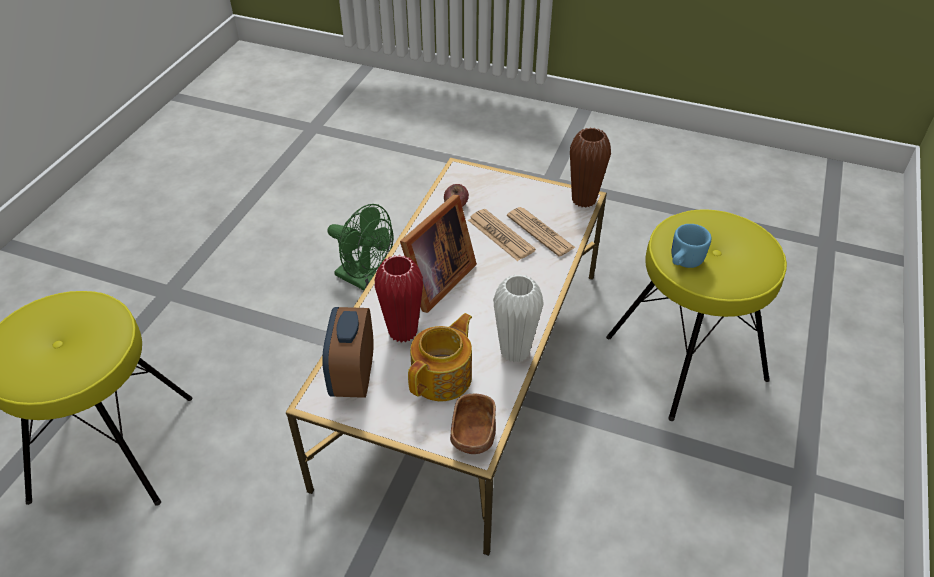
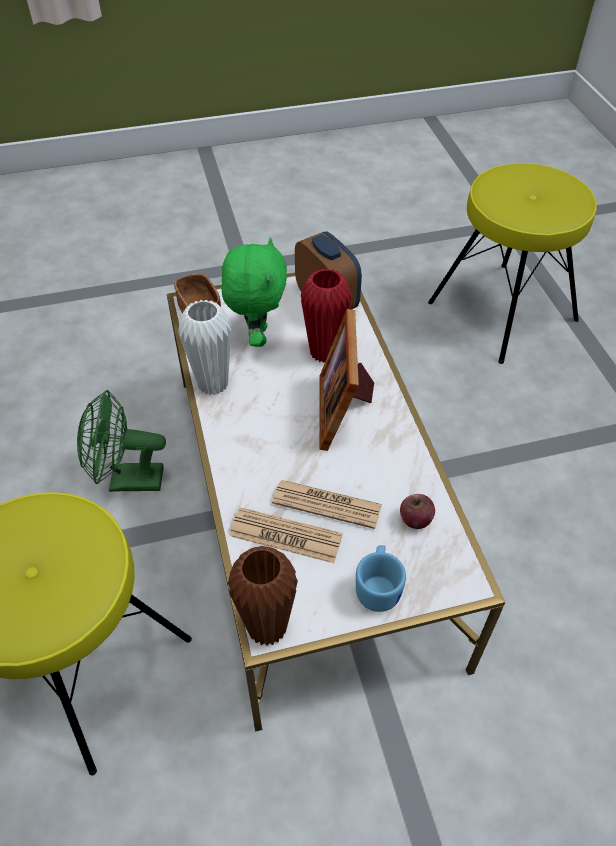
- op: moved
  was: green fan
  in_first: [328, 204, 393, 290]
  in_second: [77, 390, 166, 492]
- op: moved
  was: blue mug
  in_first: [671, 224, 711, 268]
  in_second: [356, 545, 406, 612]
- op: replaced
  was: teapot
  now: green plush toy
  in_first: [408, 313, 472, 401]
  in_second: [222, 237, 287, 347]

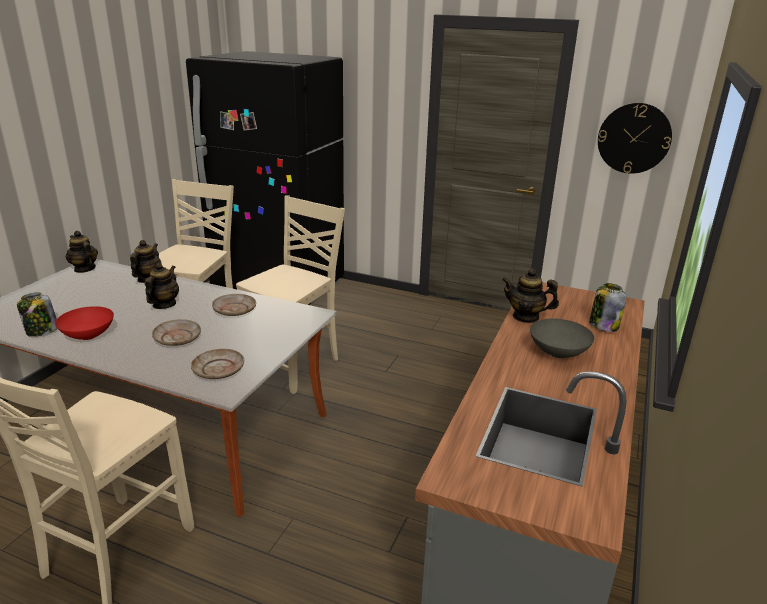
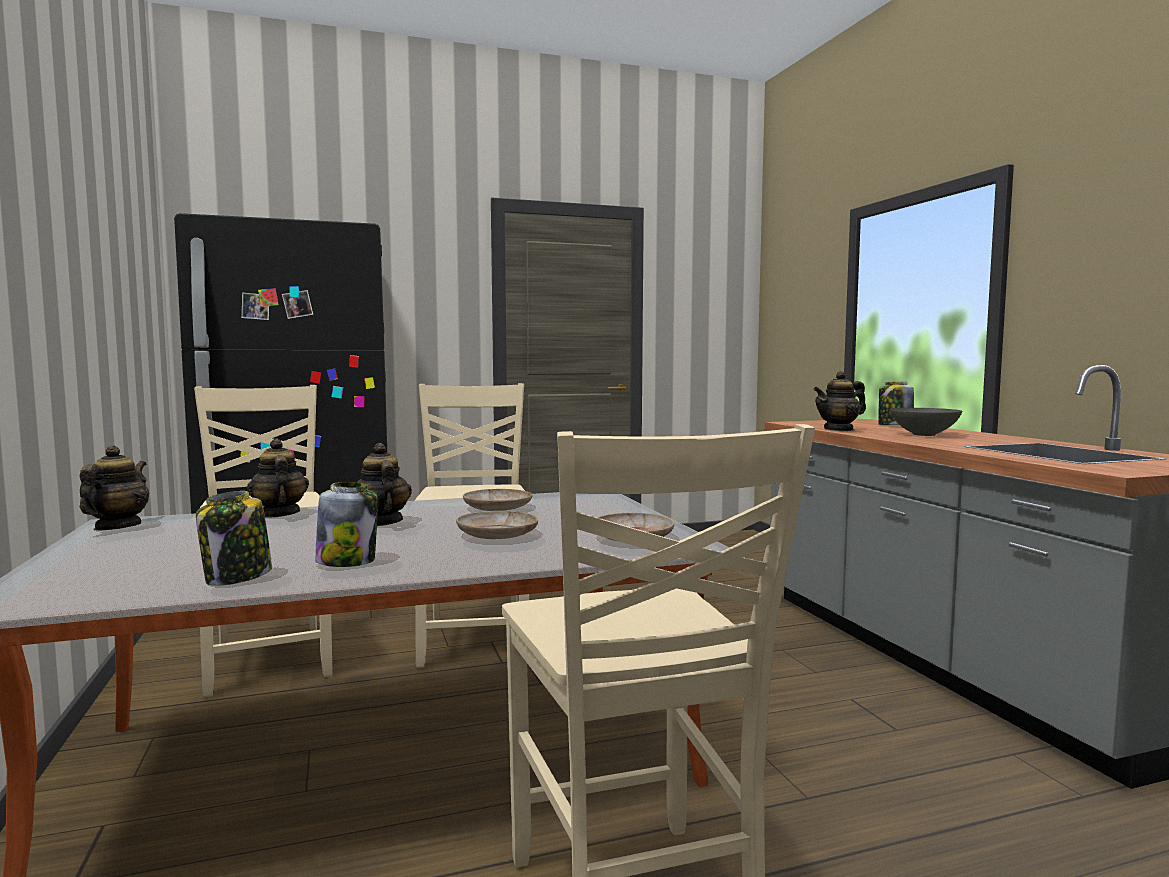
- op: removed
  was: wall clock
  in_first: [598, 103, 672, 174]
- op: turned
  was: teapot
  in_first: [66, 231, 98, 273]
  in_second: [80, 445, 149, 531]
  clockwise: 90
- op: replaced
  was: red bowl
  now: jar
  in_first: [55, 306, 114, 340]
  in_second: [315, 482, 378, 567]

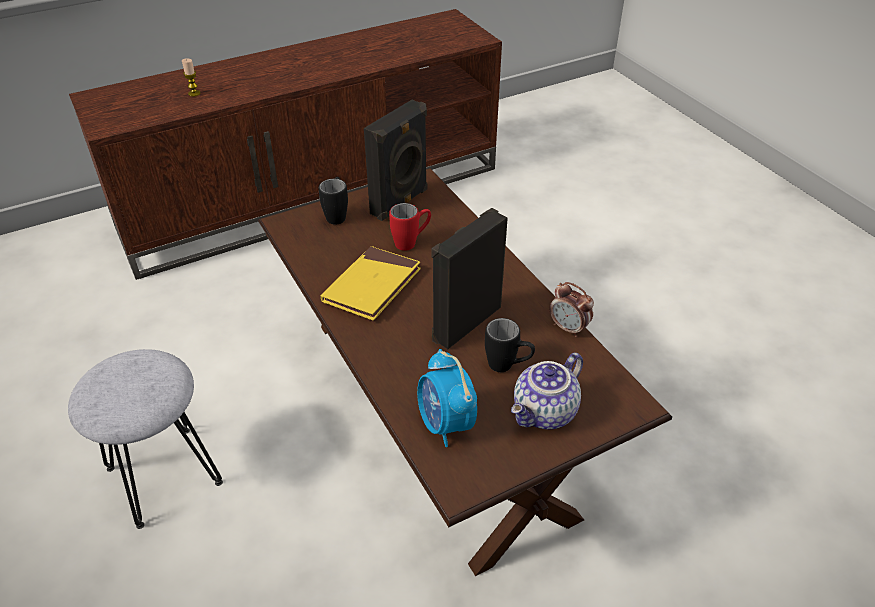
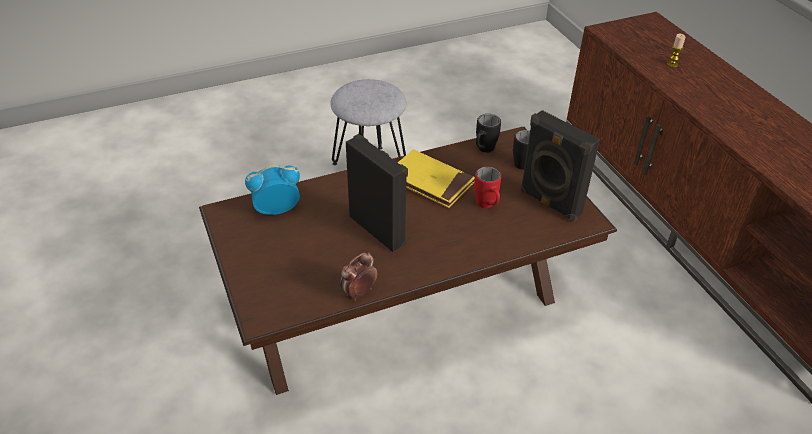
- op: moved
  was: black mug
  in_first: [485, 318, 535, 372]
  in_second: [476, 114, 501, 153]
- op: removed
  was: teapot
  in_first: [511, 353, 583, 429]

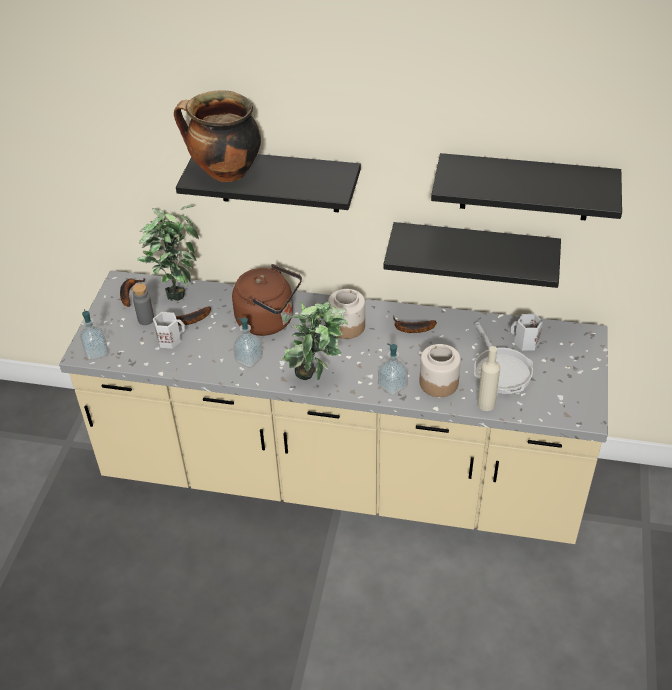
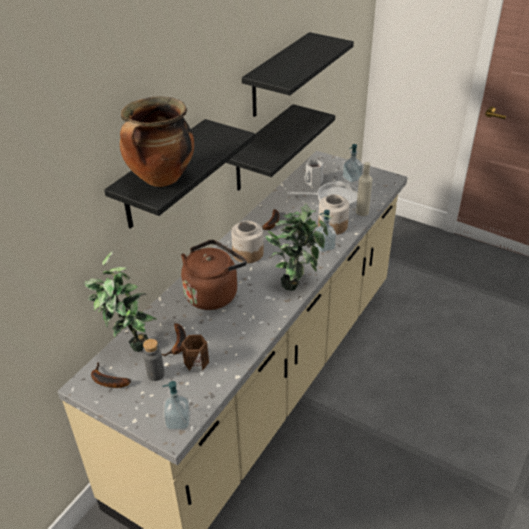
- op: recoloured
  was: white mug
  now: brown mug
  in_first: [153, 312, 185, 349]
  in_second: [181, 335, 209, 371]
- op: moved
  was: soap dispenser
  in_first: [233, 318, 263, 368]
  in_second: [342, 144, 363, 183]

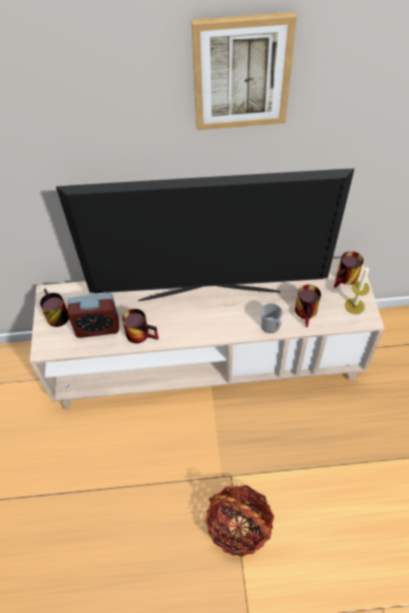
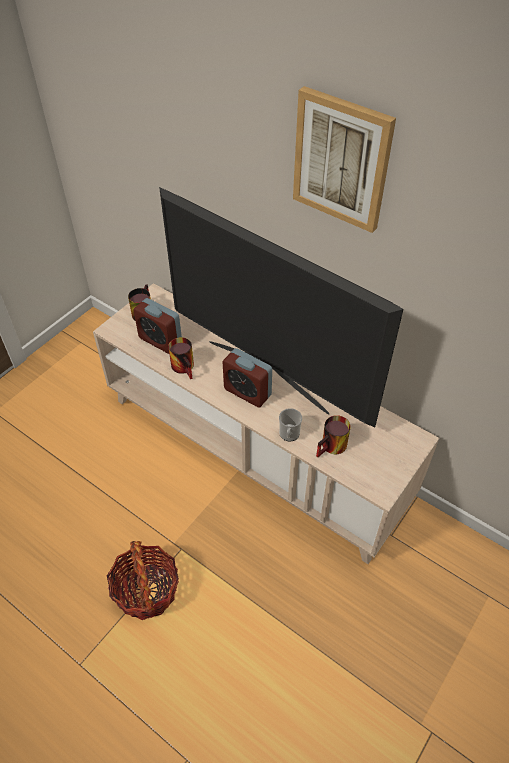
- op: removed
  was: mug
  in_first: [334, 251, 364, 288]
- op: removed
  was: candle
  in_first: [345, 266, 369, 314]
- op: added
  now: alarm clock
  in_second: [223, 348, 272, 408]

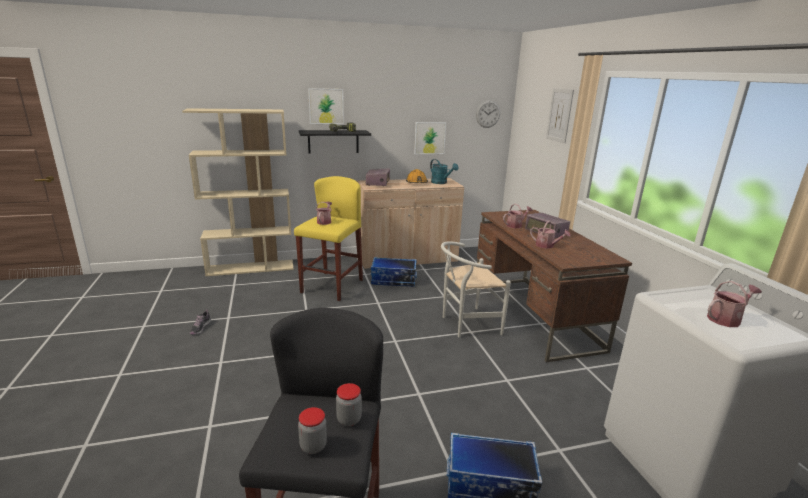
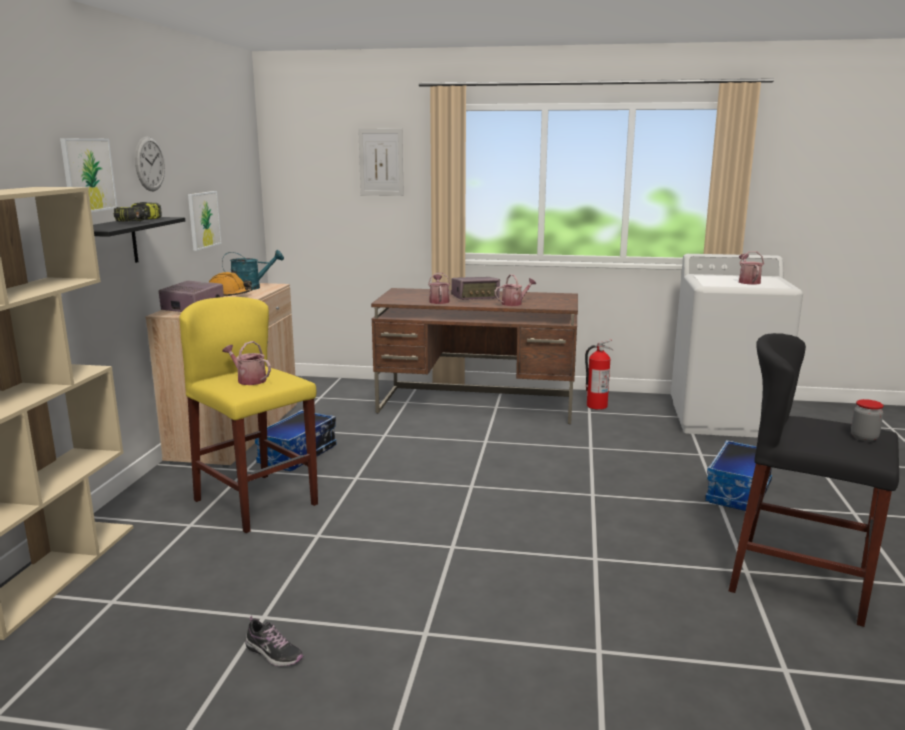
- op: moved
  was: wall clock
  in_first: [476, 100, 500, 128]
  in_second: [135, 136, 165, 191]
- op: removed
  was: white chair
  in_first: [441, 241, 511, 338]
- op: removed
  was: jar
  in_first: [336, 383, 362, 426]
- op: added
  now: fire extinguisher
  in_second: [585, 339, 614, 410]

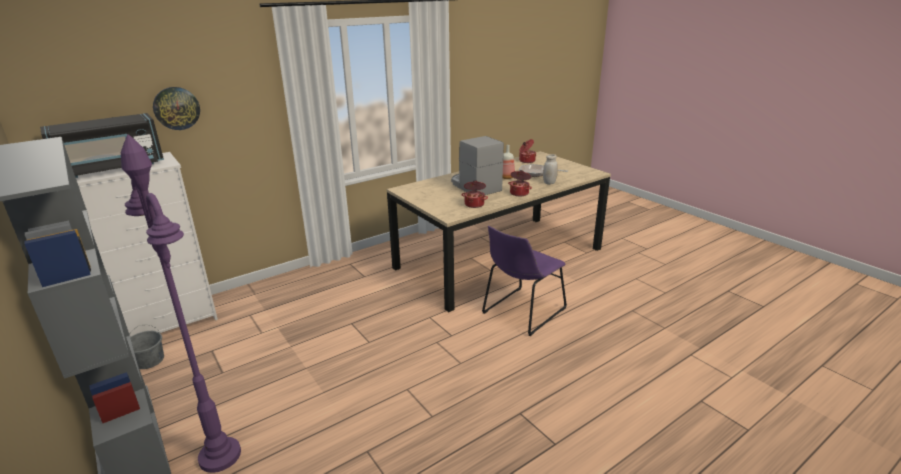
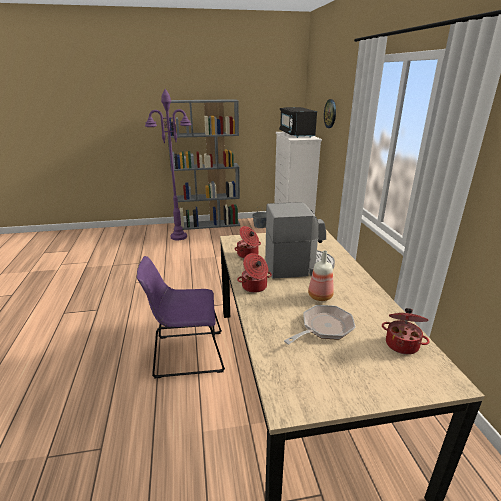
- op: removed
  was: white jar
  in_first: [543, 154, 558, 185]
- op: turned
  was: purple chair
  in_first: [482, 226, 567, 336]
  in_second: [137, 256, 225, 379]
  clockwise: -75

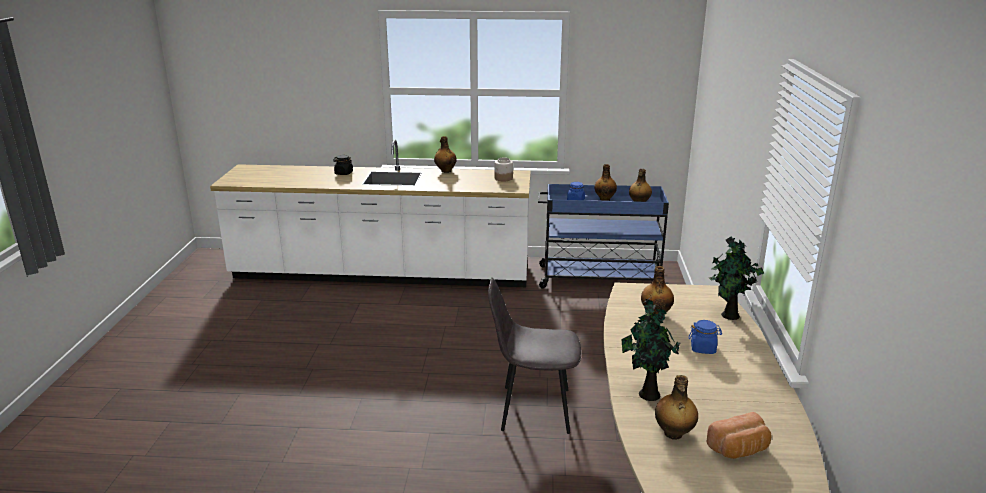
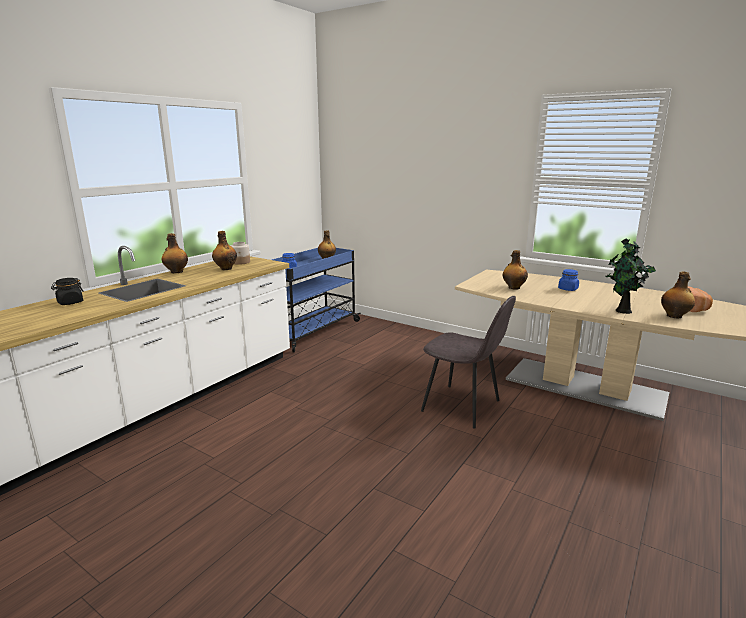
- op: moved
  was: bottle
  in_first: [594, 164, 617, 201]
  in_second: [212, 231, 237, 270]
- op: removed
  was: potted plant
  in_first: [709, 236, 764, 320]
- op: turned
  was: grey chair
  in_first: [488, 278, 581, 434]
  in_second: [421, 296, 516, 429]
  clockwise: -90

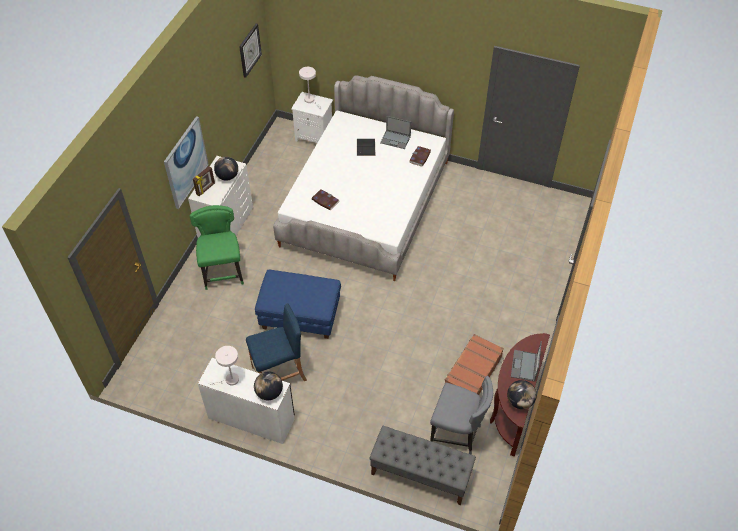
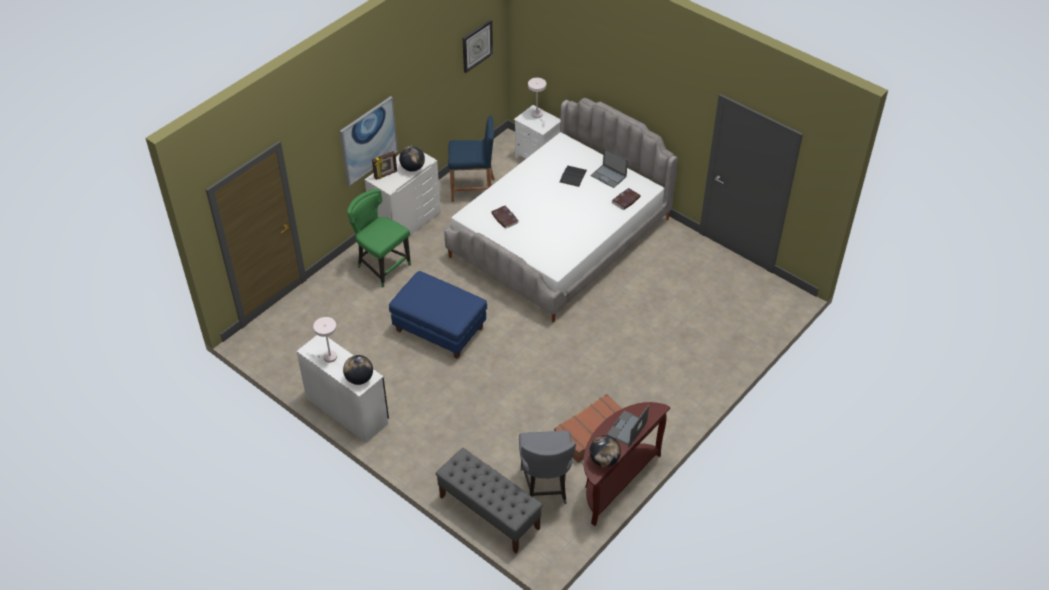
- op: turned
  was: green chair
  in_first: [190, 205, 244, 290]
  in_second: [347, 189, 411, 287]
  clockwise: -60
- op: moved
  was: blue stool
  in_first: [246, 303, 307, 381]
  in_second: [448, 115, 495, 202]
- op: turned
  was: grey chair
  in_first: [430, 376, 493, 454]
  in_second: [519, 431, 576, 504]
  clockwise: 45

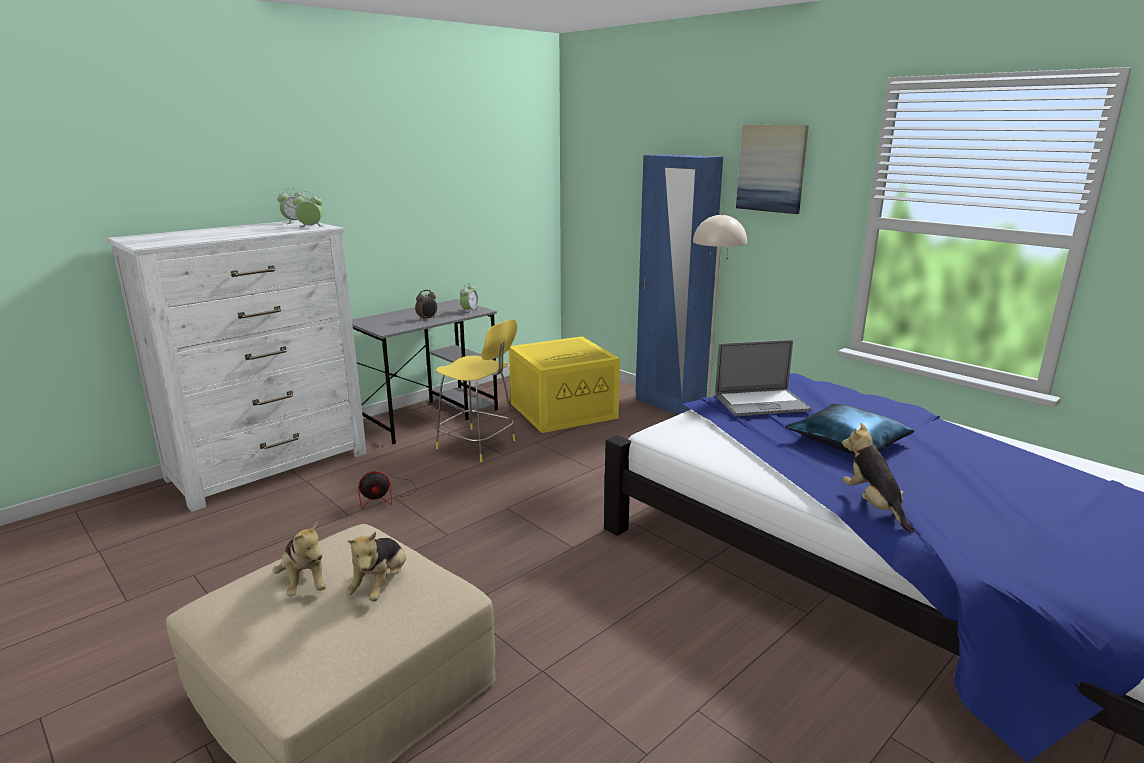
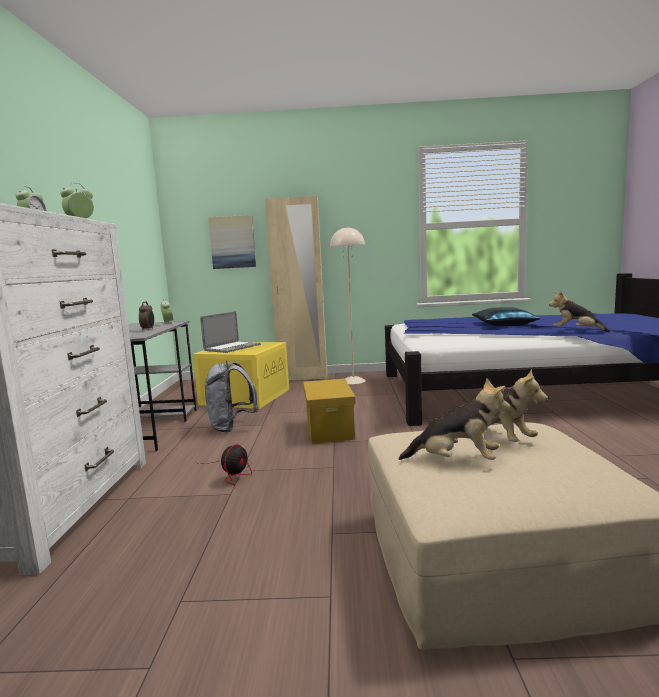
- op: moved
  was: picture
  in_first: [736, 125, 809, 214]
  in_second: [208, 215, 256, 269]
- op: recoloured
  was: blue wardrobe
  now: beige wardrobe
  in_first: [636, 154, 723, 415]
  in_second: [265, 196, 327, 380]
- op: replaced
  was: yellow stool
  now: grey backpack
  in_first: [436, 319, 517, 462]
  in_second: [204, 361, 258, 432]
- op: moved
  was: laptop
  in_first: [715, 340, 812, 416]
  in_second: [200, 311, 261, 353]
- op: added
  now: yellow storage box
  in_second: [303, 379, 356, 444]

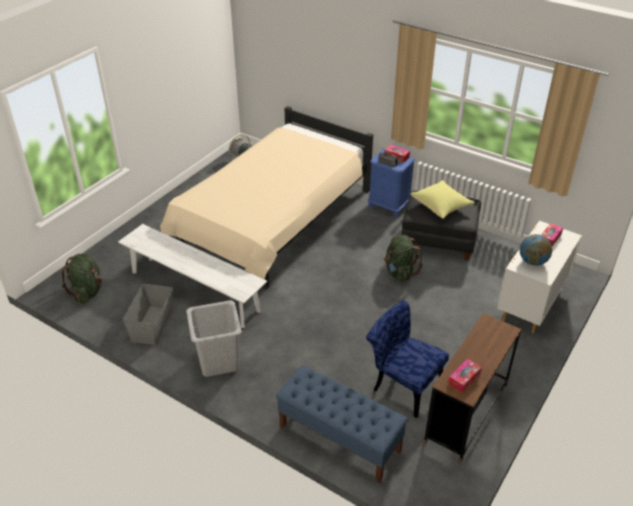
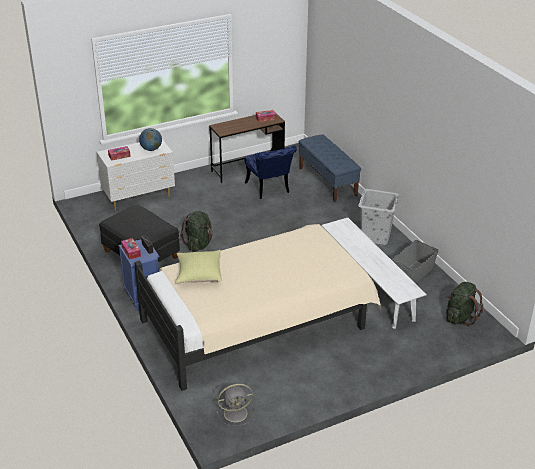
- op: moved
  was: yellow pillow
  in_first: [410, 180, 475, 219]
  in_second: [176, 250, 222, 283]

